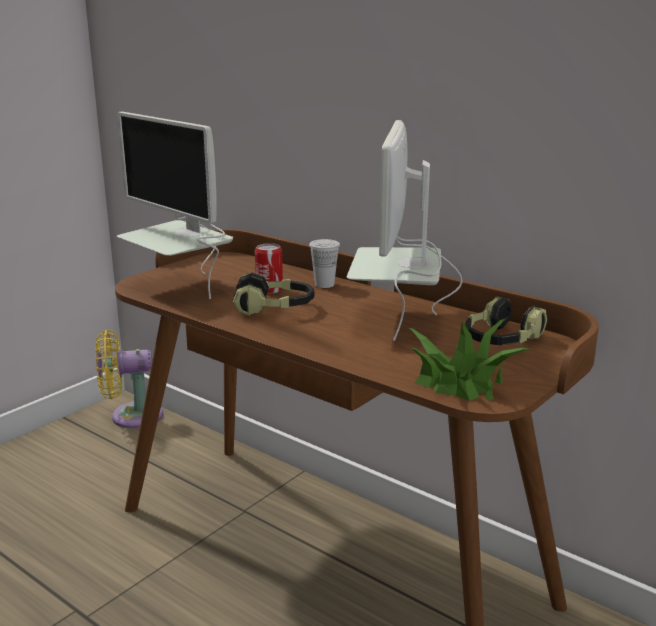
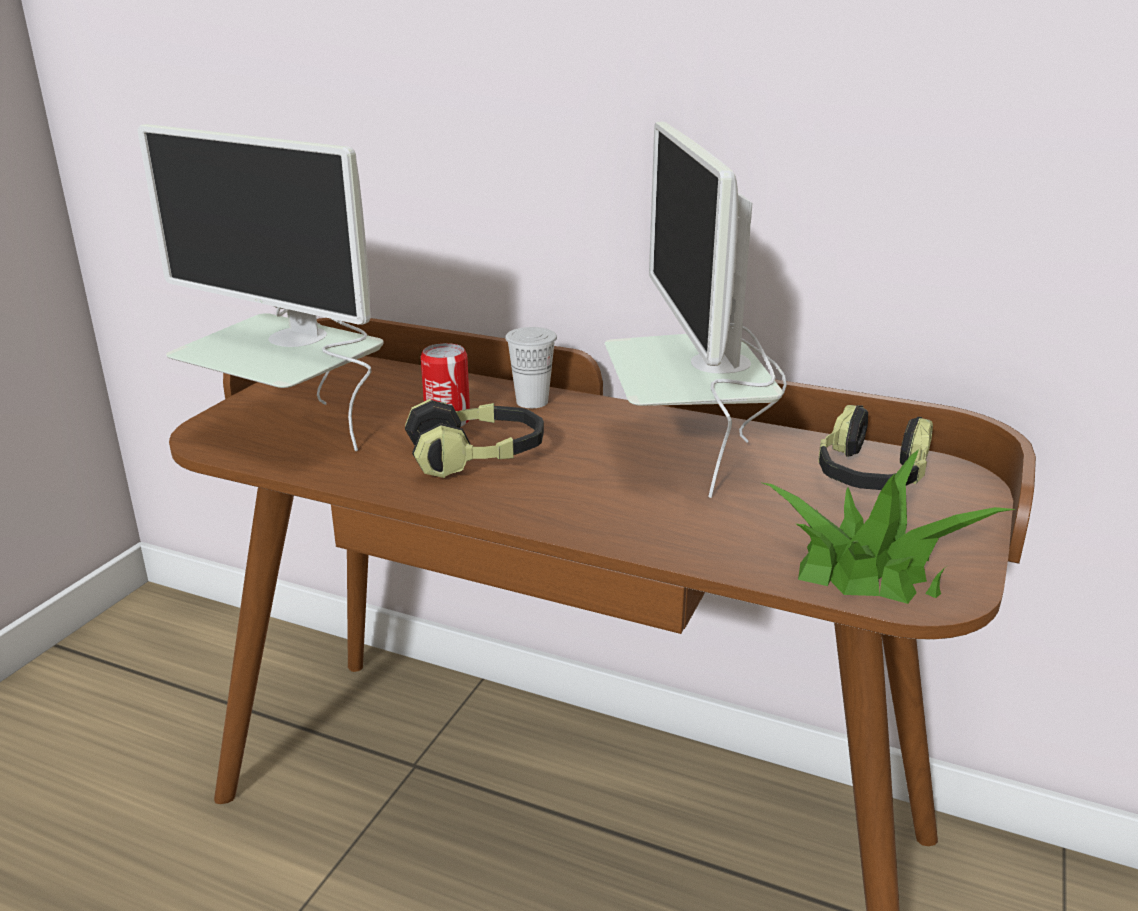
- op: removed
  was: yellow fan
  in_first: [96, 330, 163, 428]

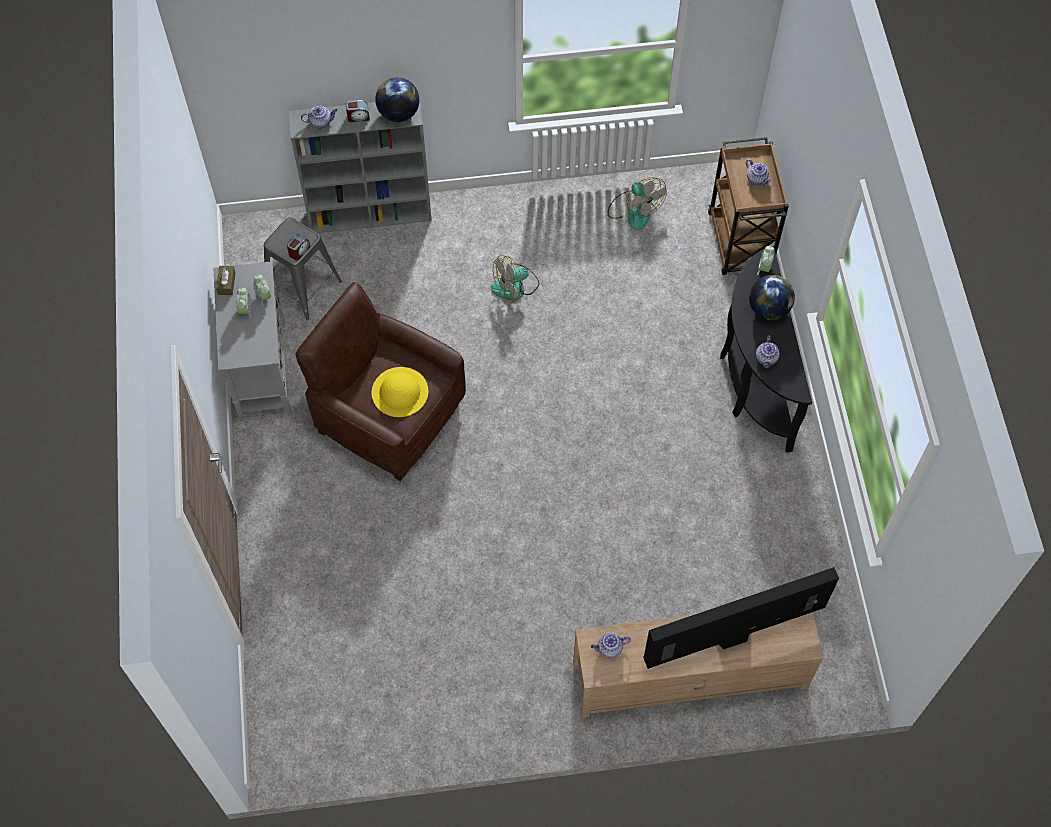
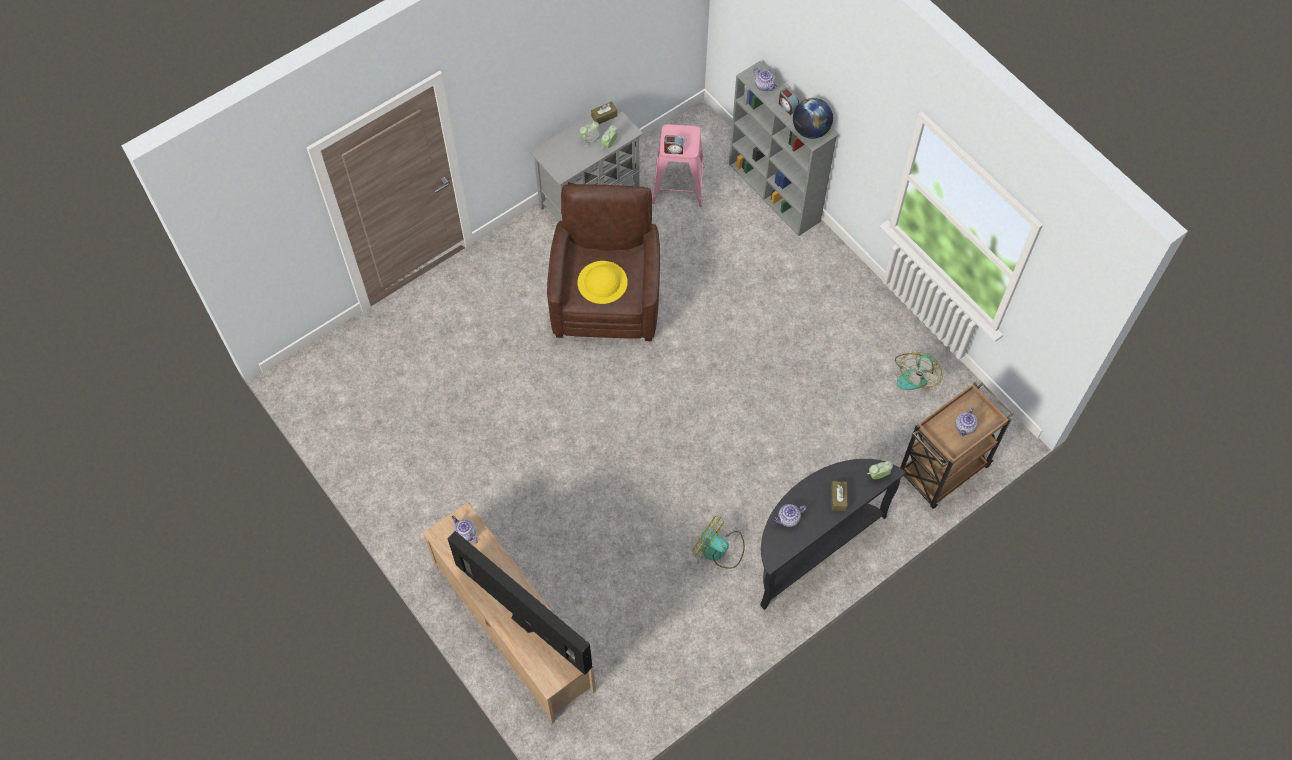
- op: recoloured
  was: grey stool
  now: pink stool
  in_first: [264, 218, 342, 320]
  in_second: [652, 124, 705, 207]
- op: moved
  was: fan
  in_first: [491, 255, 539, 301]
  in_second: [692, 516, 745, 569]
- op: replaced
  was: globe
  now: brown tissue box
  in_first: [749, 275, 795, 320]
  in_second: [831, 481, 847, 511]

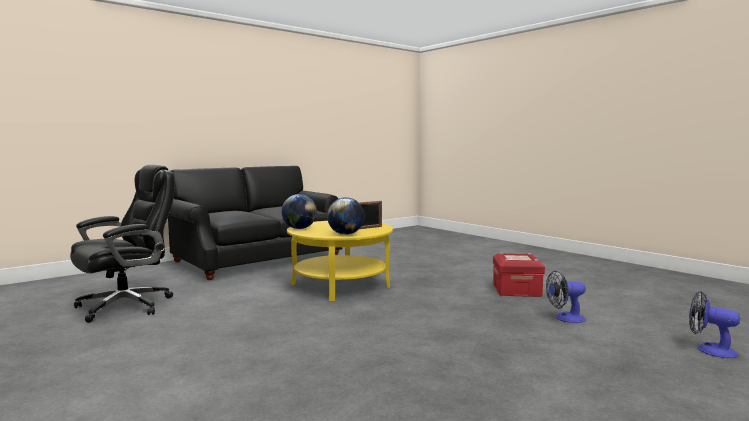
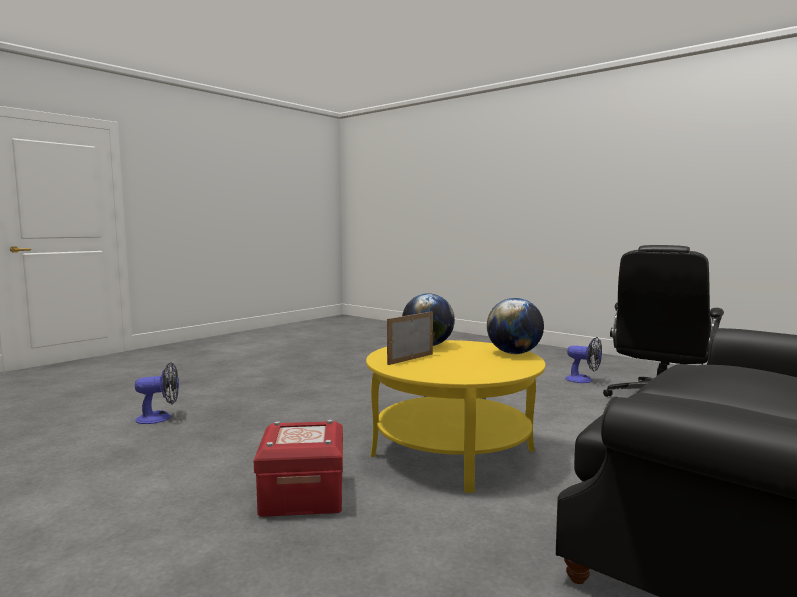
- op: moved
  was: red storage box
  in_first: [493, 252, 545, 297]
  in_second: [254, 420, 343, 517]
- op: moved
  was: fan
  in_first: [689, 291, 740, 358]
  in_second: [565, 337, 602, 383]

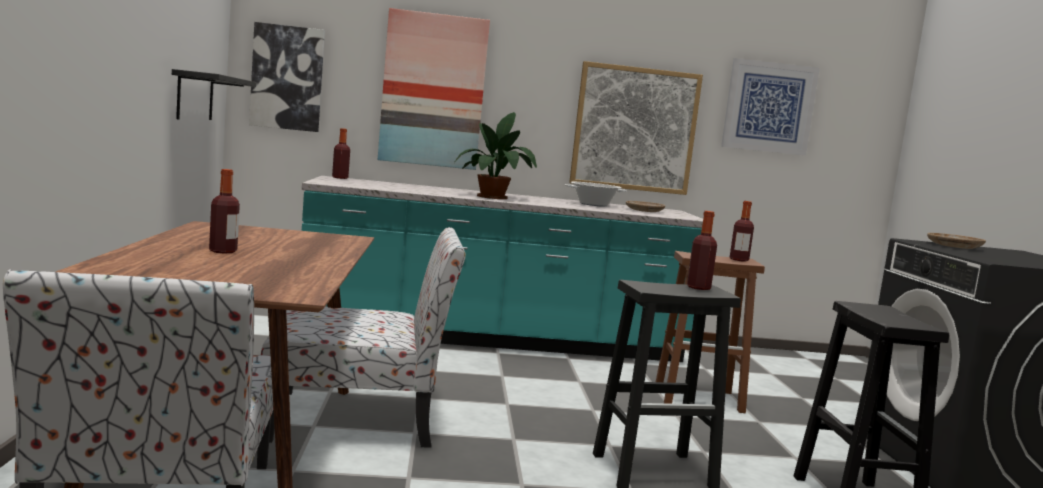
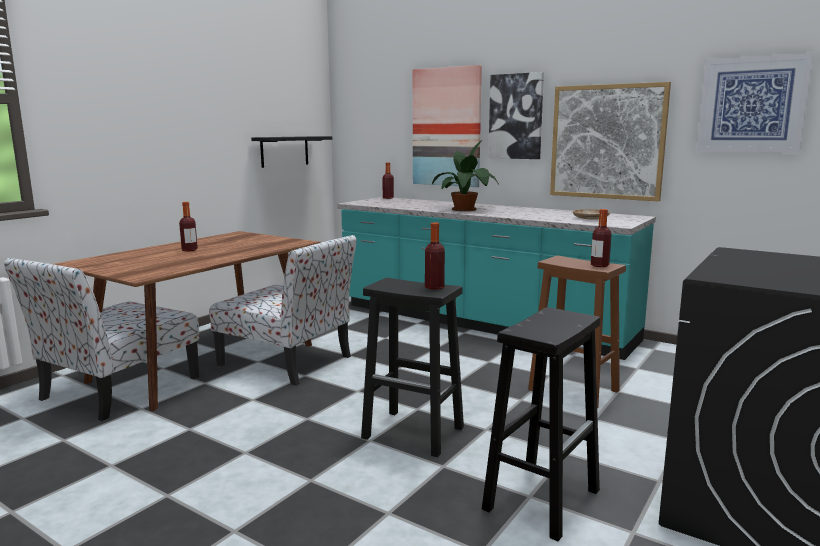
- op: moved
  was: picture
  in_first: [249, 22, 325, 132]
  in_second: [488, 72, 544, 159]
- op: removed
  was: cooking pot
  in_first: [564, 182, 627, 207]
- op: removed
  was: beige plate
  in_first: [927, 233, 986, 249]

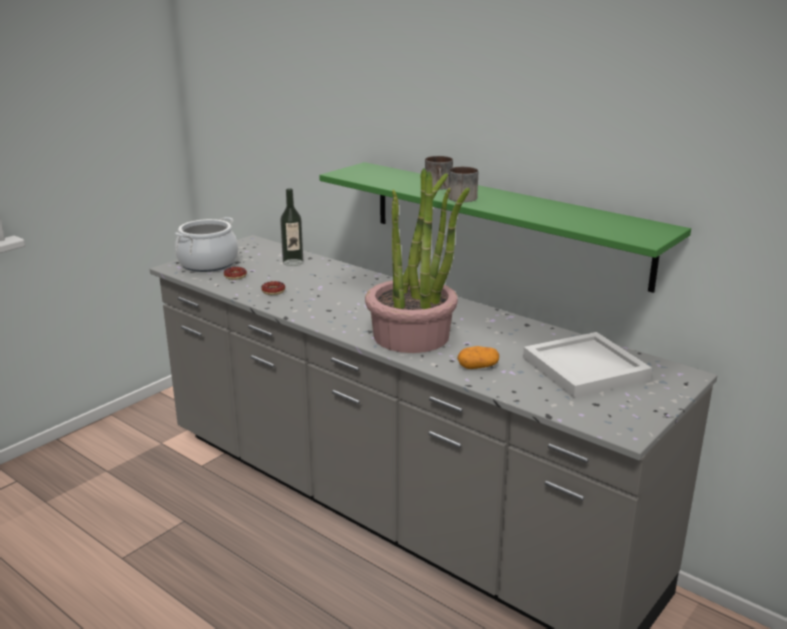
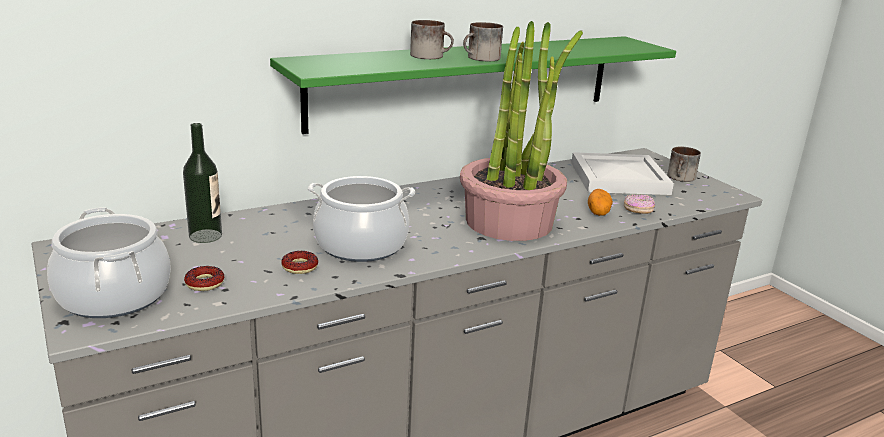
- op: added
  now: mug
  in_second: [667, 147, 701, 182]
- op: added
  now: cooking pot
  in_second: [308, 176, 415, 262]
- op: added
  now: donut
  in_second: [624, 194, 655, 214]

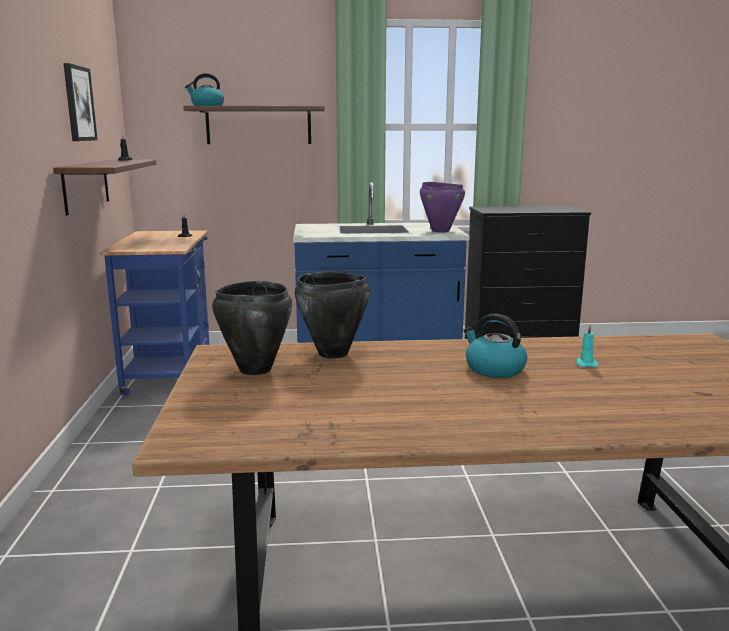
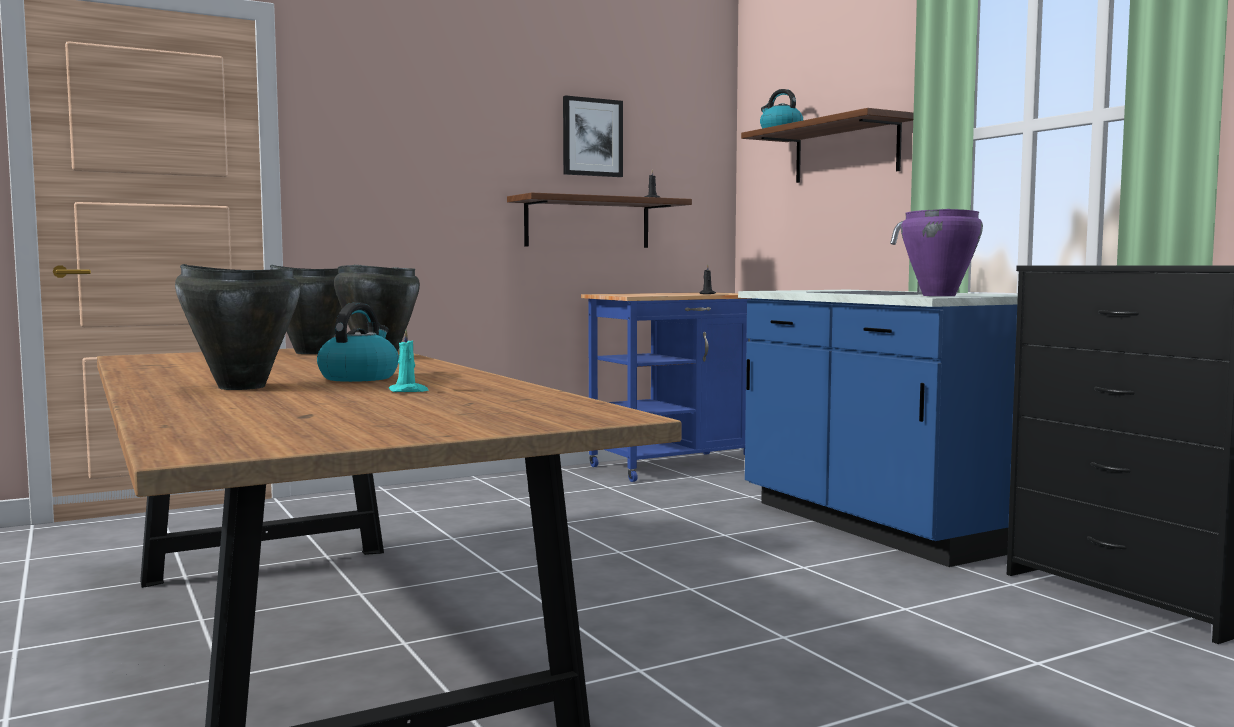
- op: added
  now: black cooking pot
  in_second: [175, 264, 300, 390]

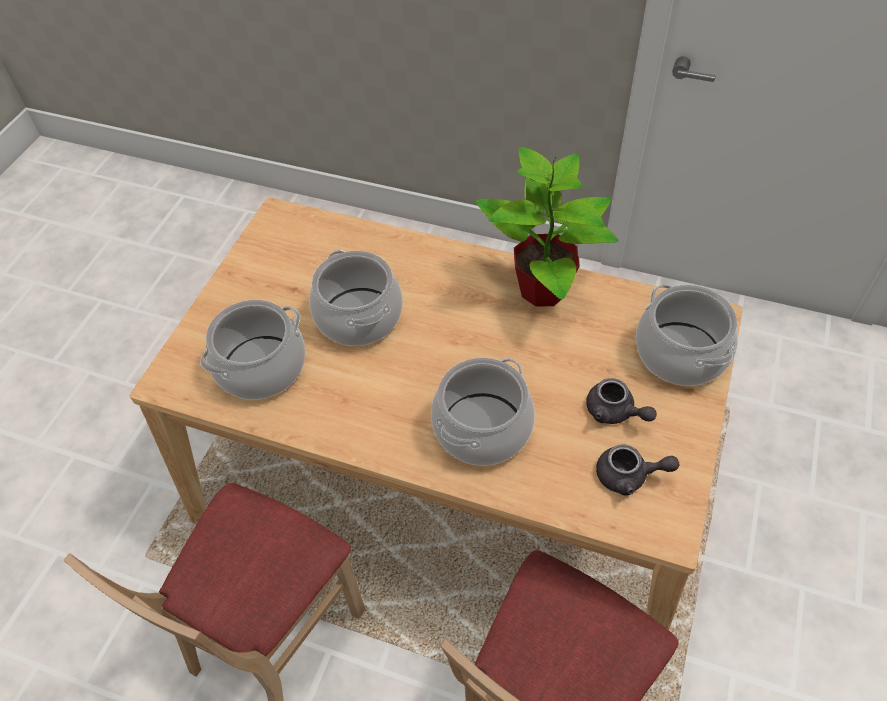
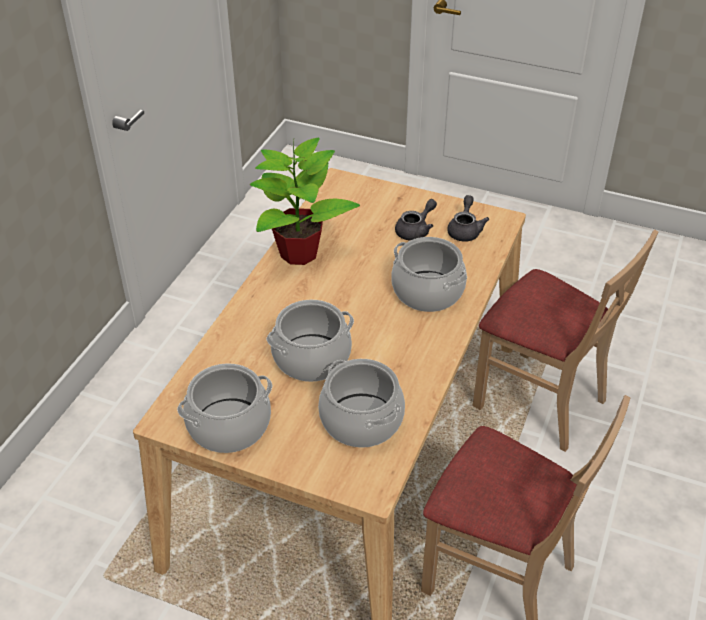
- op: moved
  was: cooking pot
  in_first: [636, 284, 738, 386]
  in_second: [177, 363, 272, 453]

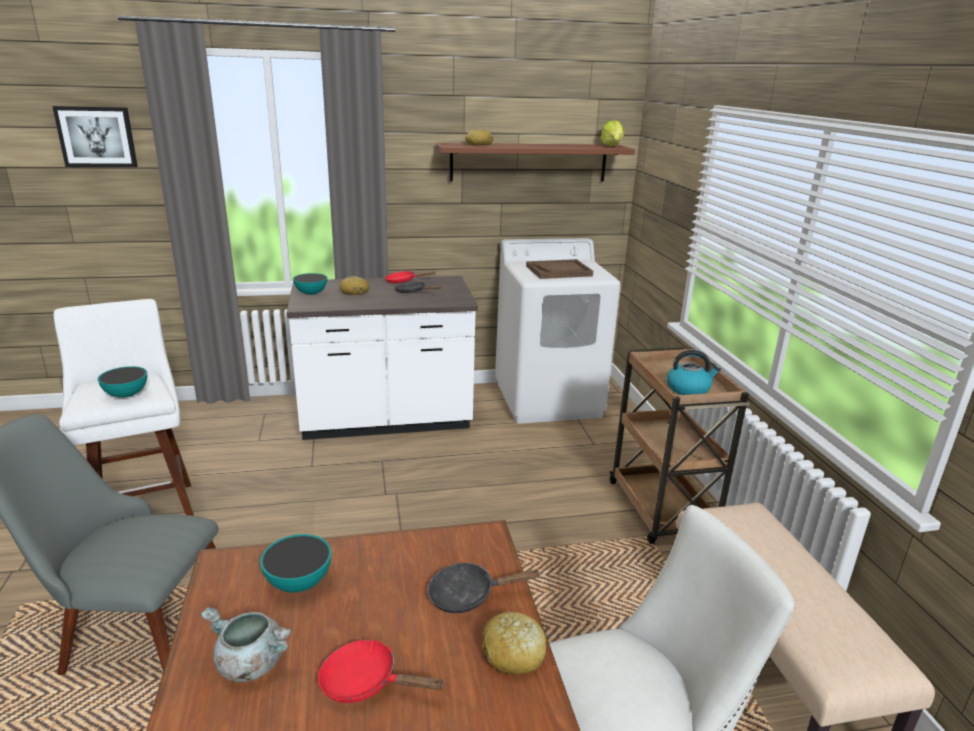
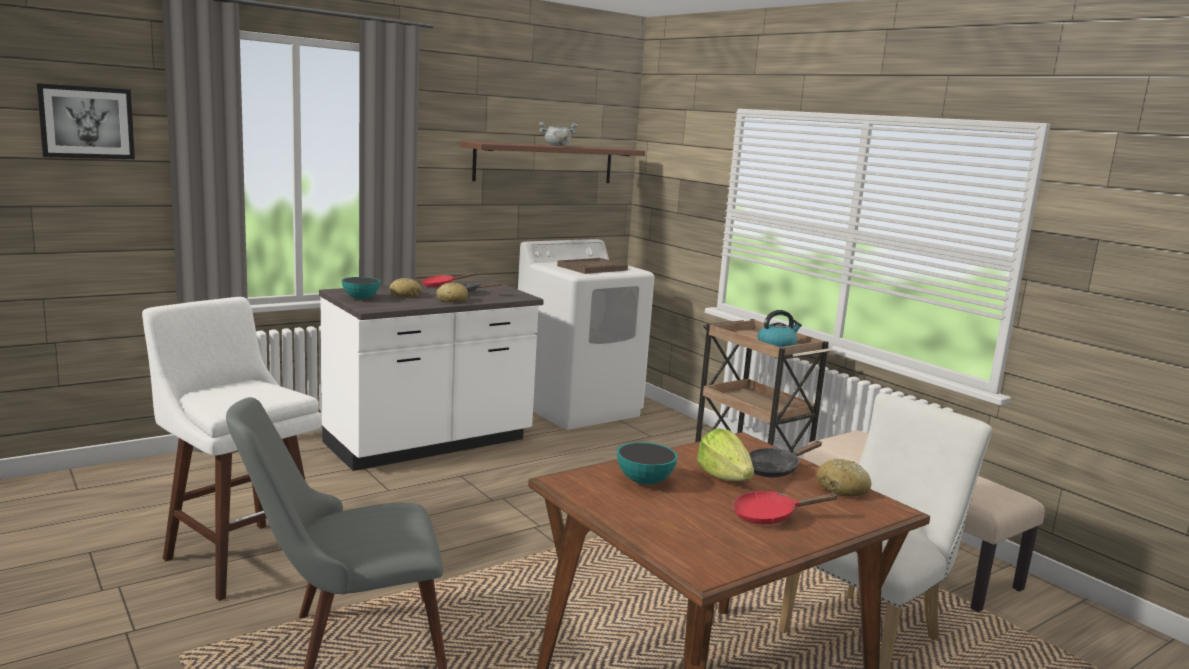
- op: moved
  was: lettuce
  in_first: [601, 120, 624, 146]
  in_second: [697, 428, 754, 481]
- op: moved
  was: bread
  in_first: [465, 128, 493, 146]
  in_second: [436, 282, 468, 302]
- op: removed
  was: bowl
  in_first: [97, 366, 147, 398]
- op: moved
  was: grey cooking pot
  in_first: [201, 607, 292, 682]
  in_second: [538, 122, 578, 146]

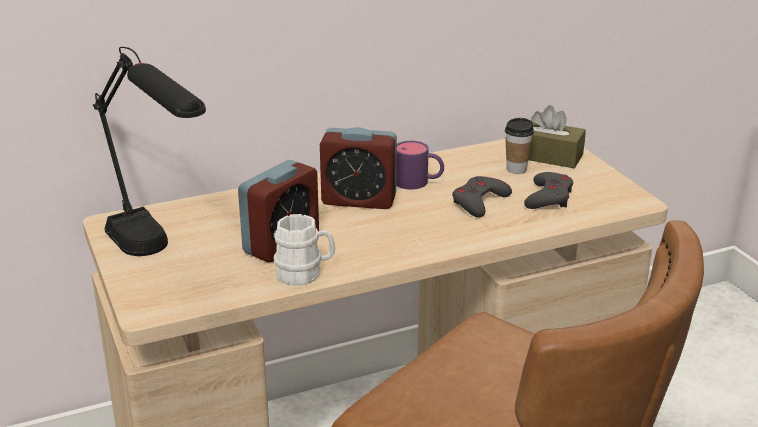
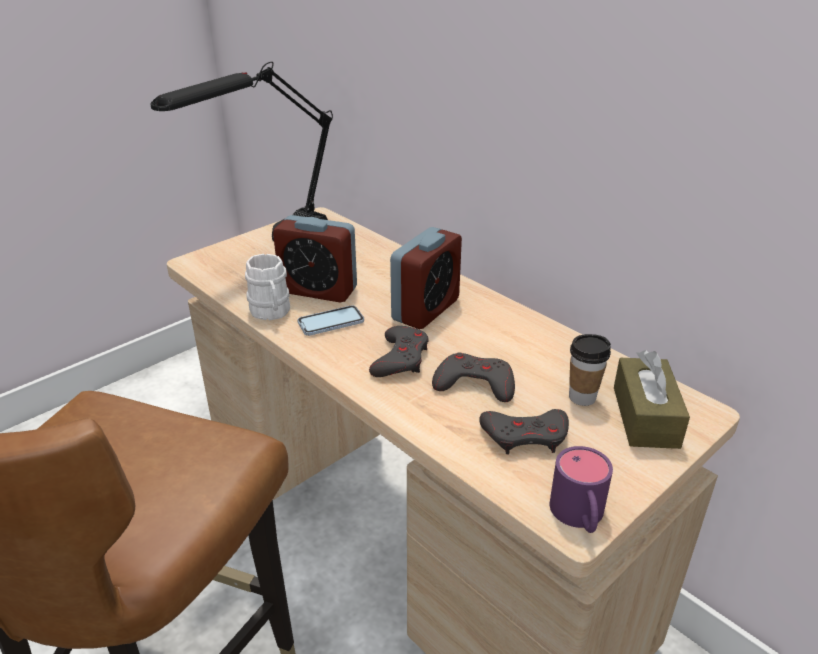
- op: turned
  was: alarm clock
  in_first: [320, 127, 397, 209]
  in_second: [390, 227, 462, 329]
  clockwise: -135
- op: moved
  was: purple mug
  in_first: [396, 141, 444, 190]
  in_second: [550, 446, 613, 533]
- op: added
  now: phone
  in_second: [297, 305, 364, 336]
- op: added
  now: grey game controller
  in_second: [369, 326, 429, 377]

